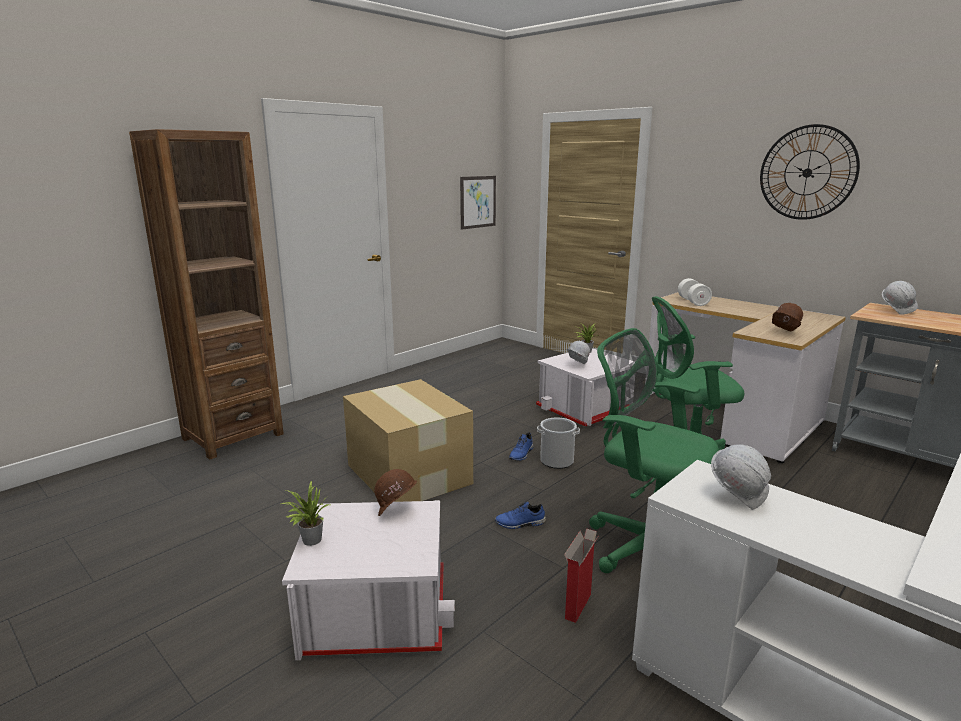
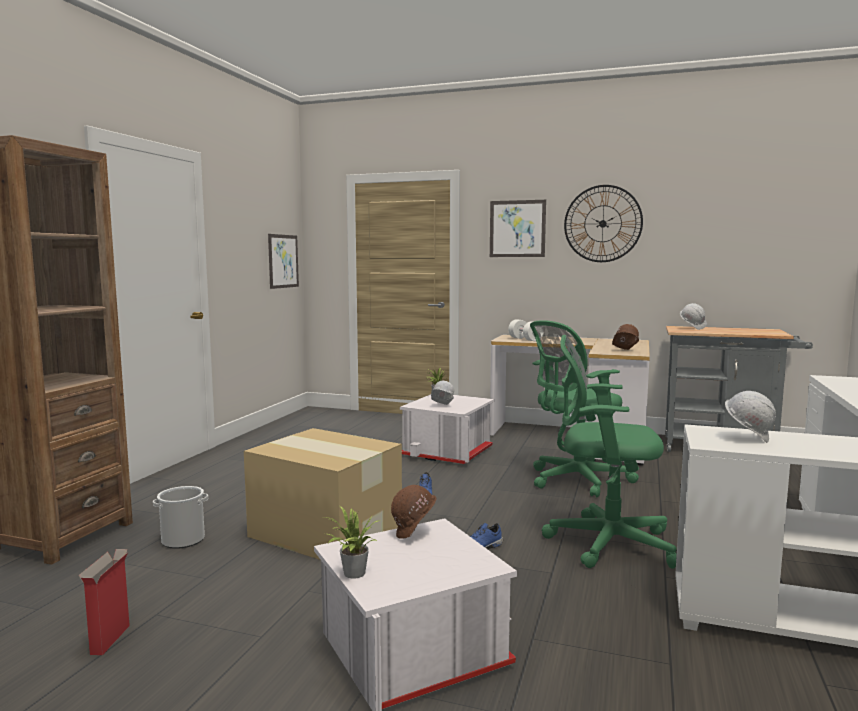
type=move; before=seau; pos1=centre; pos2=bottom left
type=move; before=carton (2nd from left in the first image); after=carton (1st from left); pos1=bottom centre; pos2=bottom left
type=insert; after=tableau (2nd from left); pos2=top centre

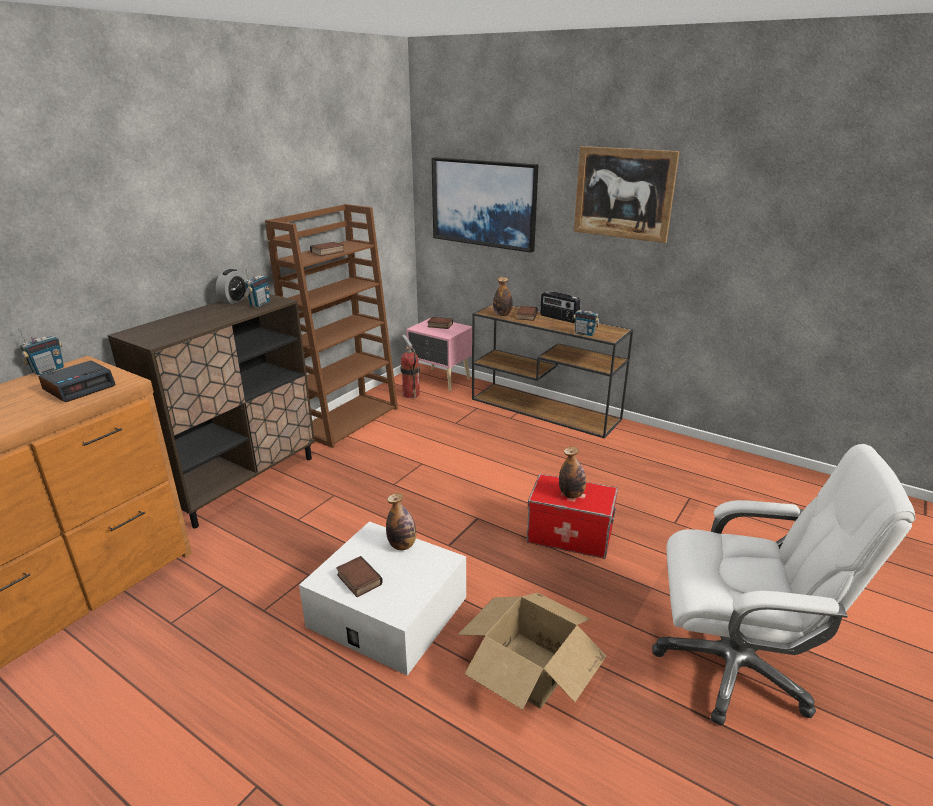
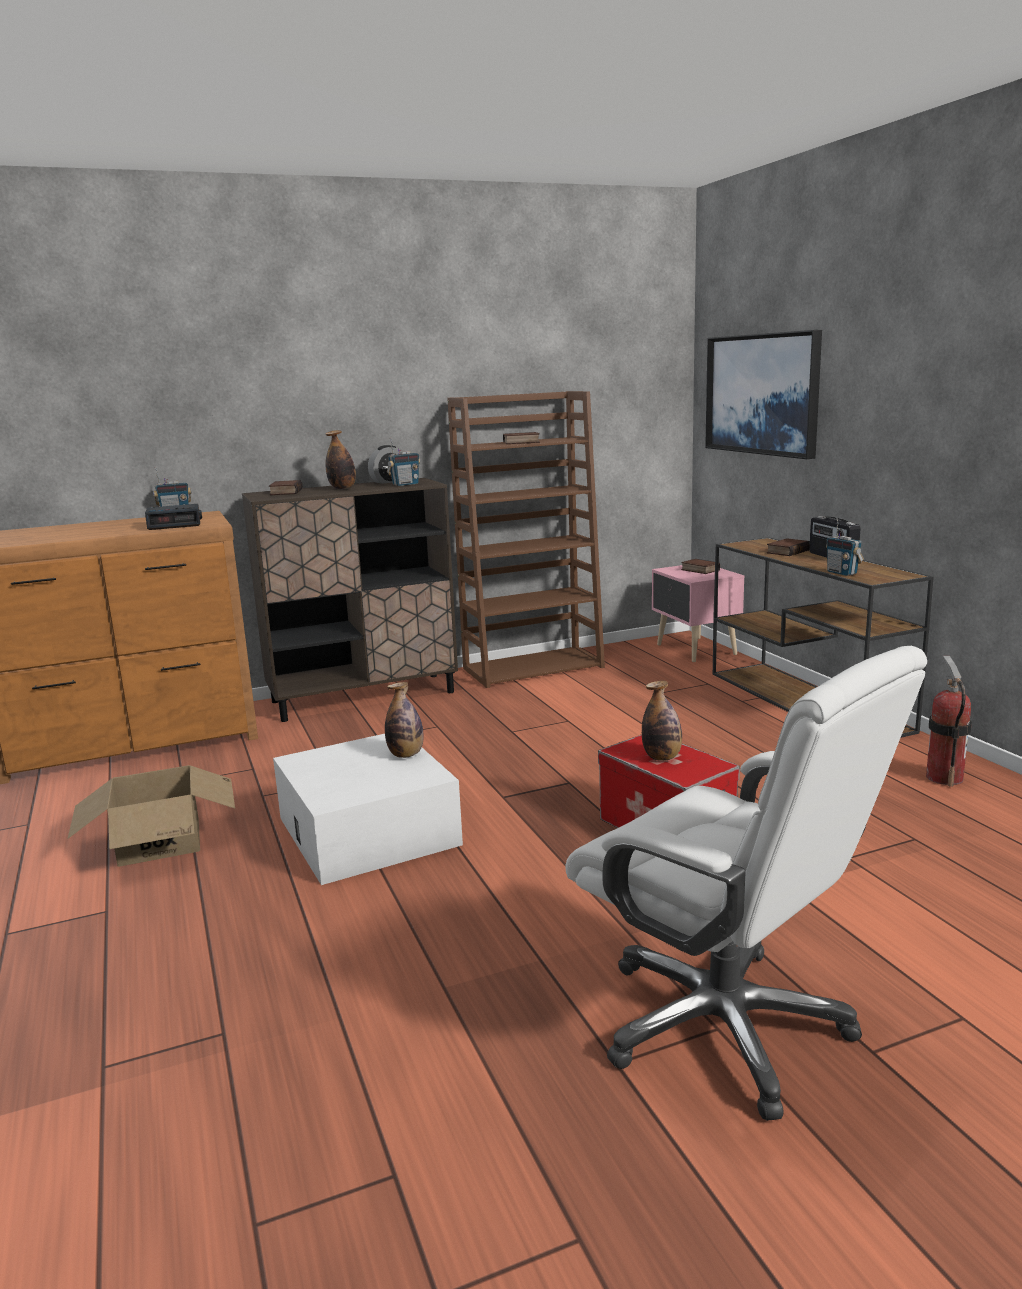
type=move; before=livre (2nd from left in the first image); after=livre (1st from left); pos1=bottom centre; pos2=middle left
type=move; before=extincteur; pos1=centre; pos2=middle right
type=move; before=carton; pos1=bottom centre; pos2=middle left
type=move; before=bouteille (2nd from left in the first image); after=bouteille (1st from left); pos1=centre; pos2=middle left
type=delete; before=tableau (2nd from left); pos1=top right

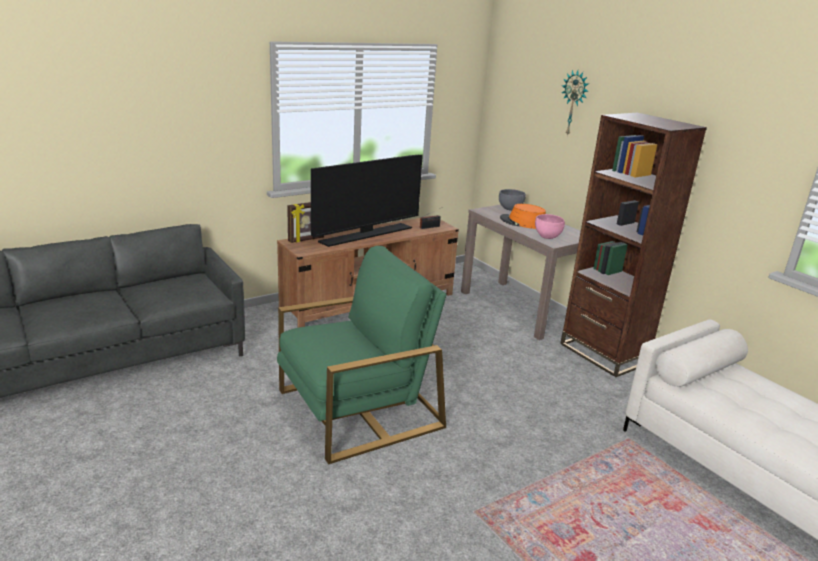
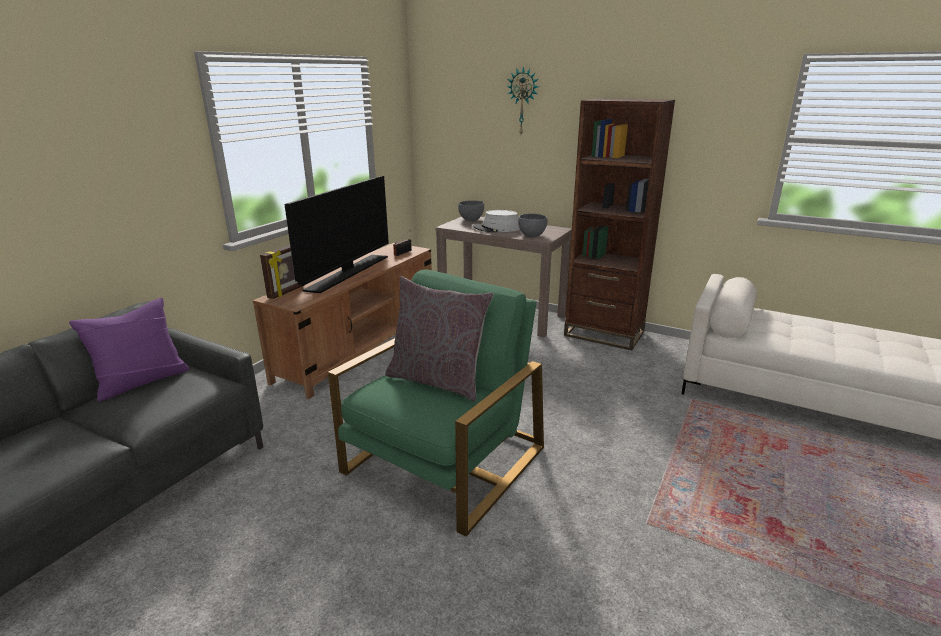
type=recolor; before=chapeau (orange); after=chapeau (gris); pos1=centre; pos2=centre
type=recolor; before=bol (rose); after=bol (gris) (2nd from left); pos1=middle right; pos2=centre
type=insert; after=coussin (violet); pos2=middle left
type=insert; after=coussin (gris); pos2=centre

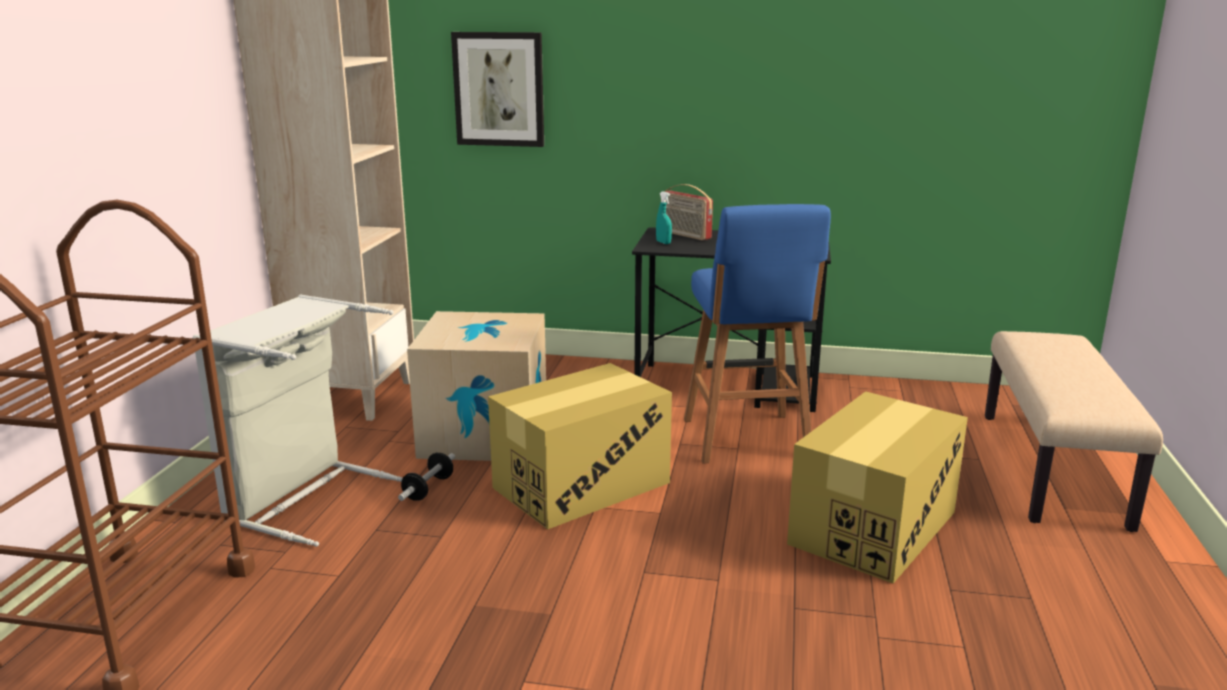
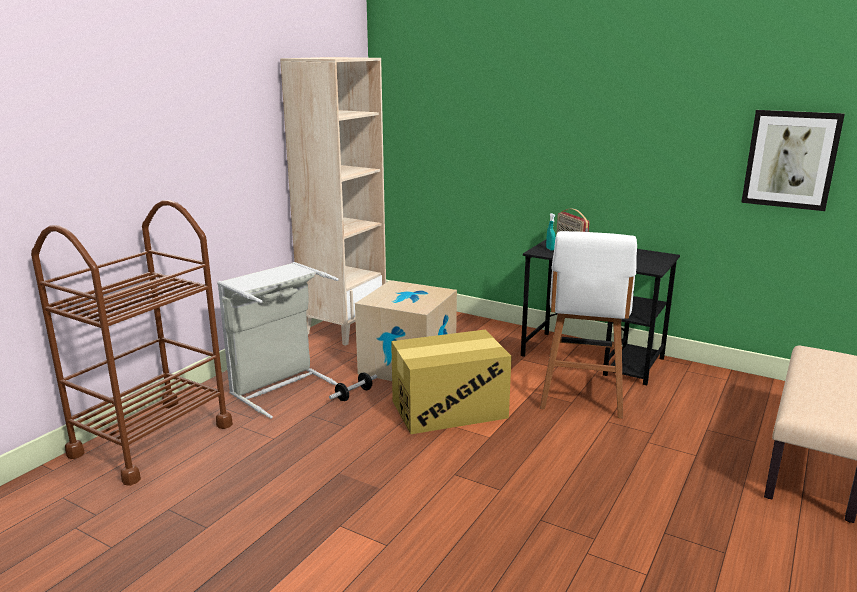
type=move; before=tableau; pos1=top centre; pos2=top right
type=recolor; before=tabouret (bleu); after=tabouret (blanc); pos1=centre; pos2=middle right
type=delete; before=carton (3rd from left); pos1=bottom right

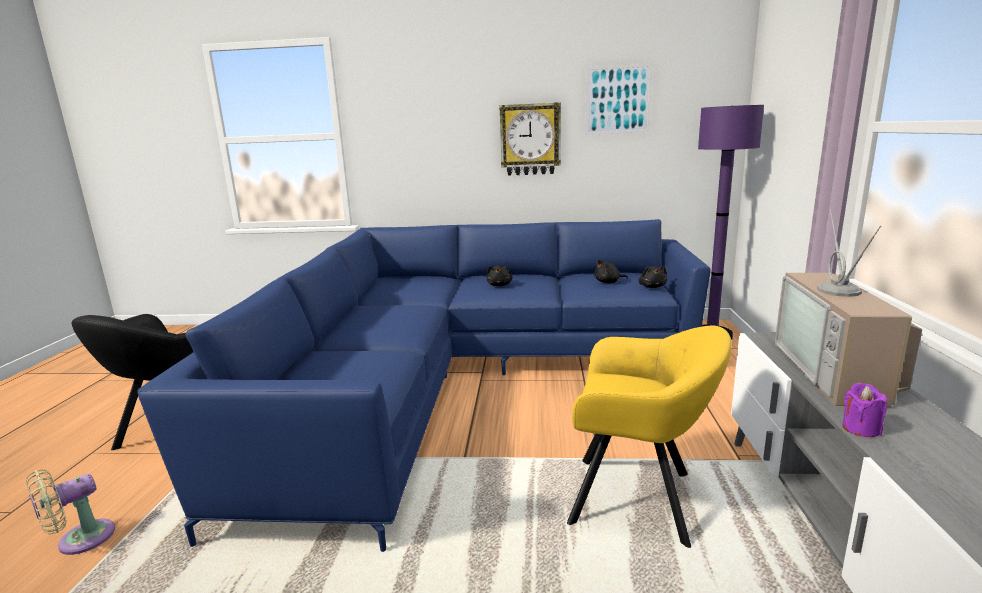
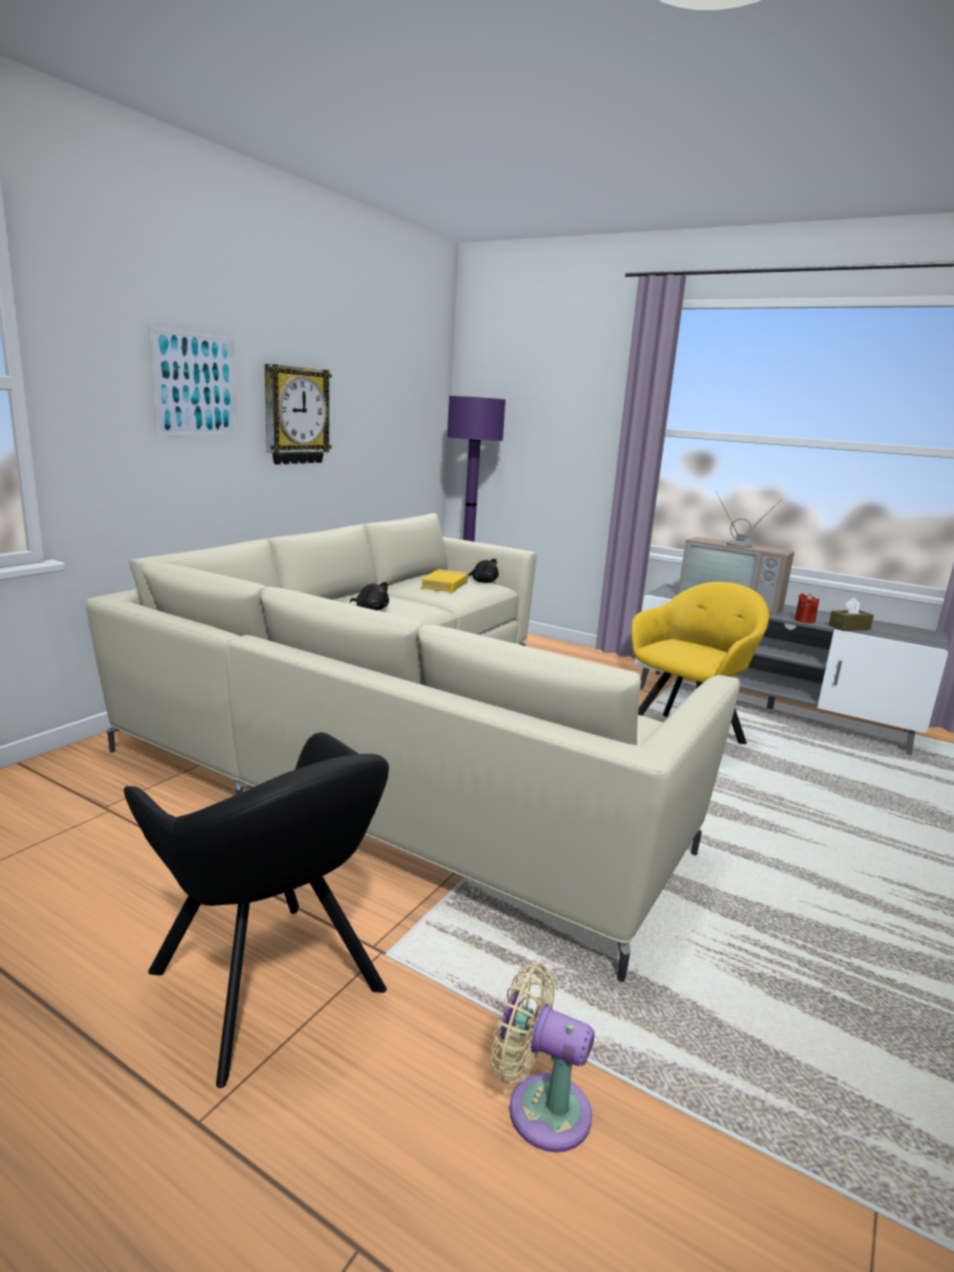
type=rotate; before=ventilateur (beige); pos1=bottom left; pos2=bottom centre; turn=135
type=recolor; before=canapé (bleu); after=canapé (beige); pos1=centre; pos2=centre
type=move; before=tableau; pos1=top centre; pos2=top left
type=replace; before=peluche (noir) (2nd from left); after=livre (jaune); pos1=centre; pos2=centre
type=recolor; before=bougie (violet); after=bougie (rouge); pos1=bottom right; pos2=middle right
type=insert; after=boîte à mouchoirs (marron); pos2=middle right

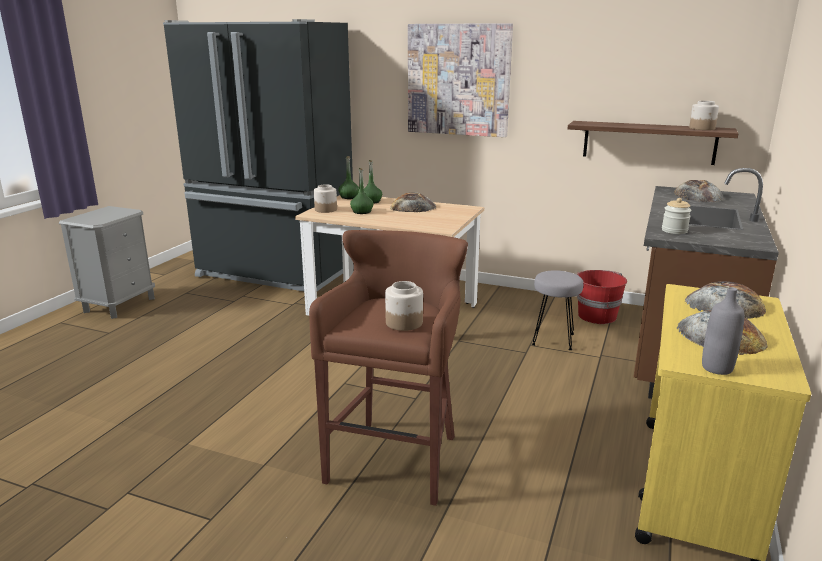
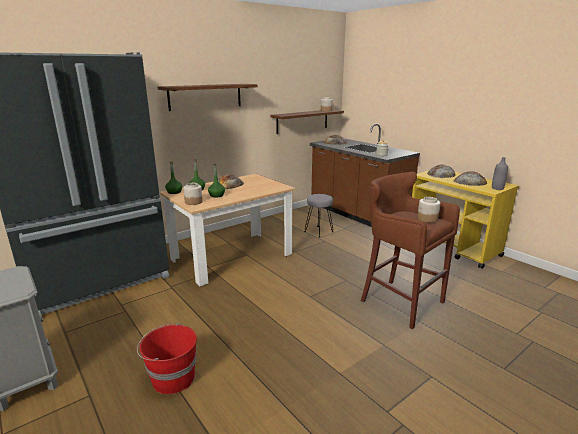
type=replace; before=tableau; after=étagère (1st from left); pos1=top centre; pos2=top centre
type=move; before=seau (rouge); pos1=middle right; pos2=bottom left

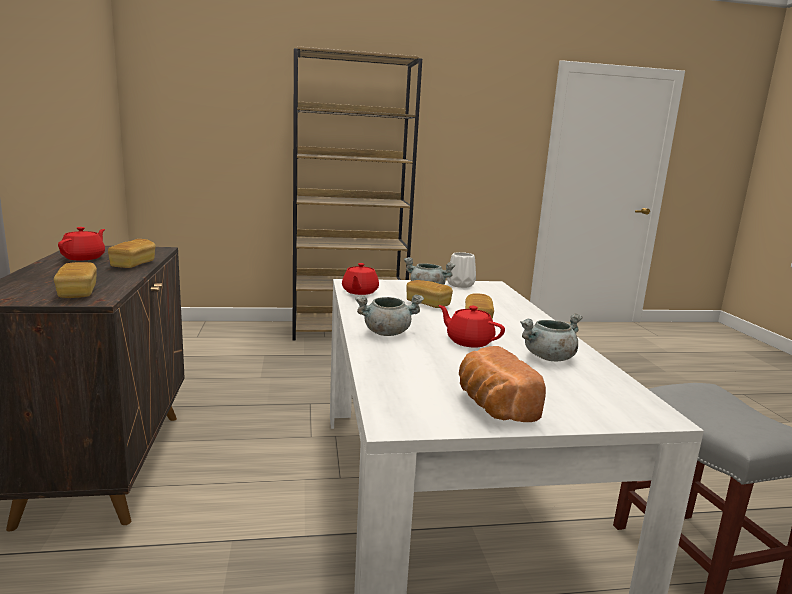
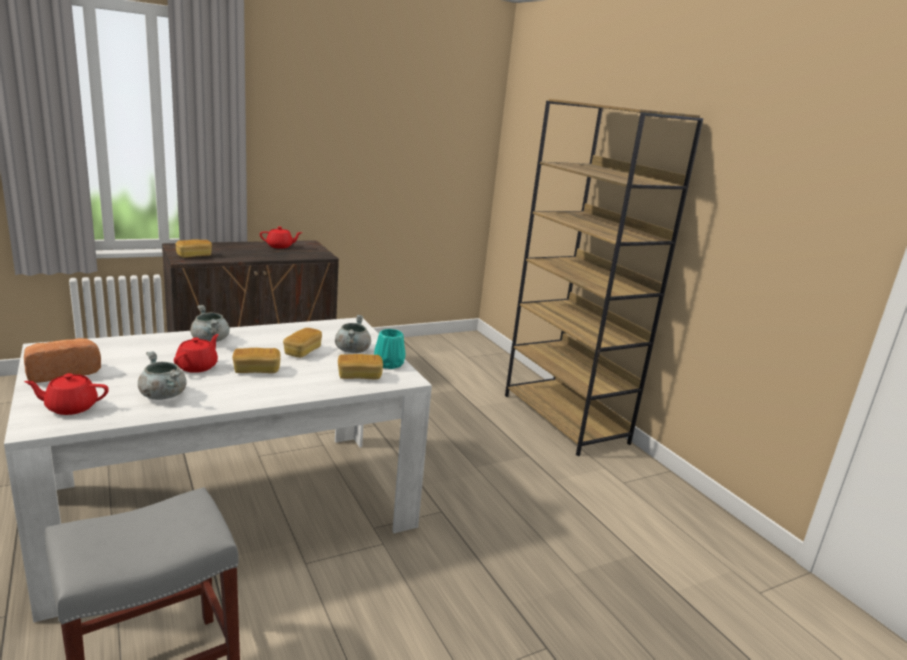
type=move; before=pain (2nd from left in the first image); after=pain (5th from left); pos1=middle left; pos2=centre
type=move; before=théière (rouge) (2nd from left in the first image); after=théière (rouge) (1st from left); pos1=centre; pos2=middle left
type=recolor; before=vase (blanc); after=vase (turquoise); pos1=centre; pos2=centre

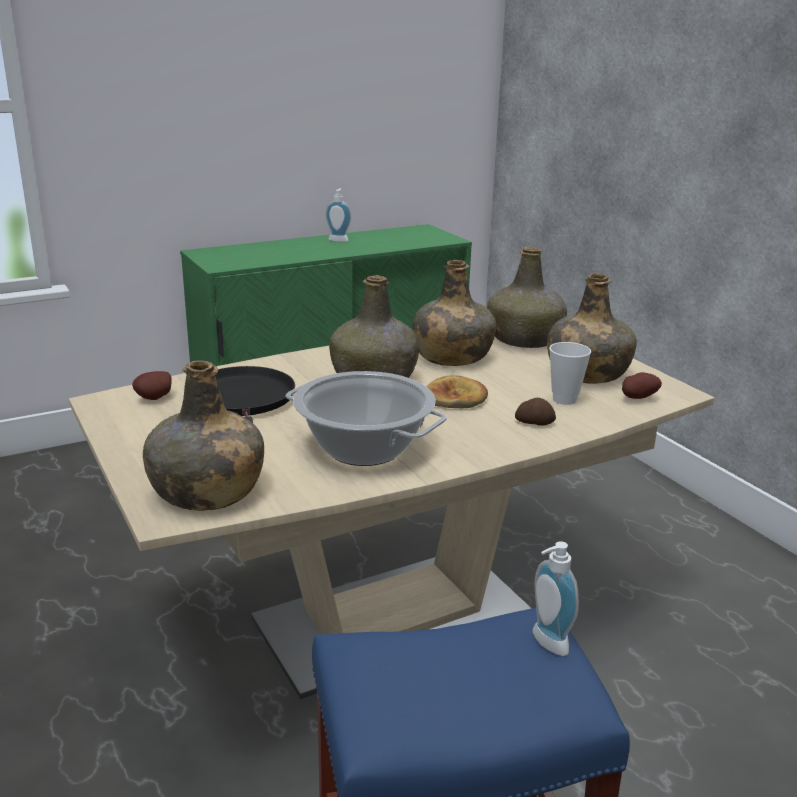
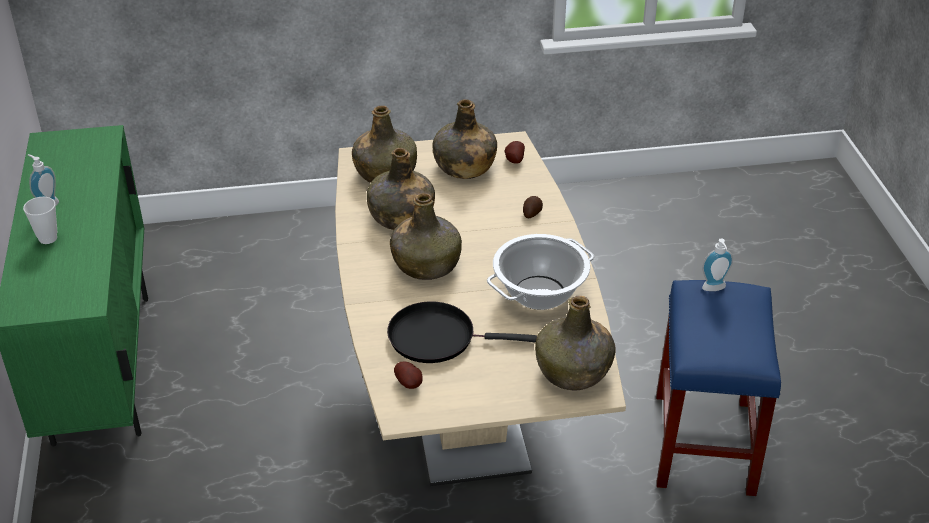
type=delete; before=pain; pos1=centre
type=move; before=tasse; pos1=middle right; pos2=middle left

